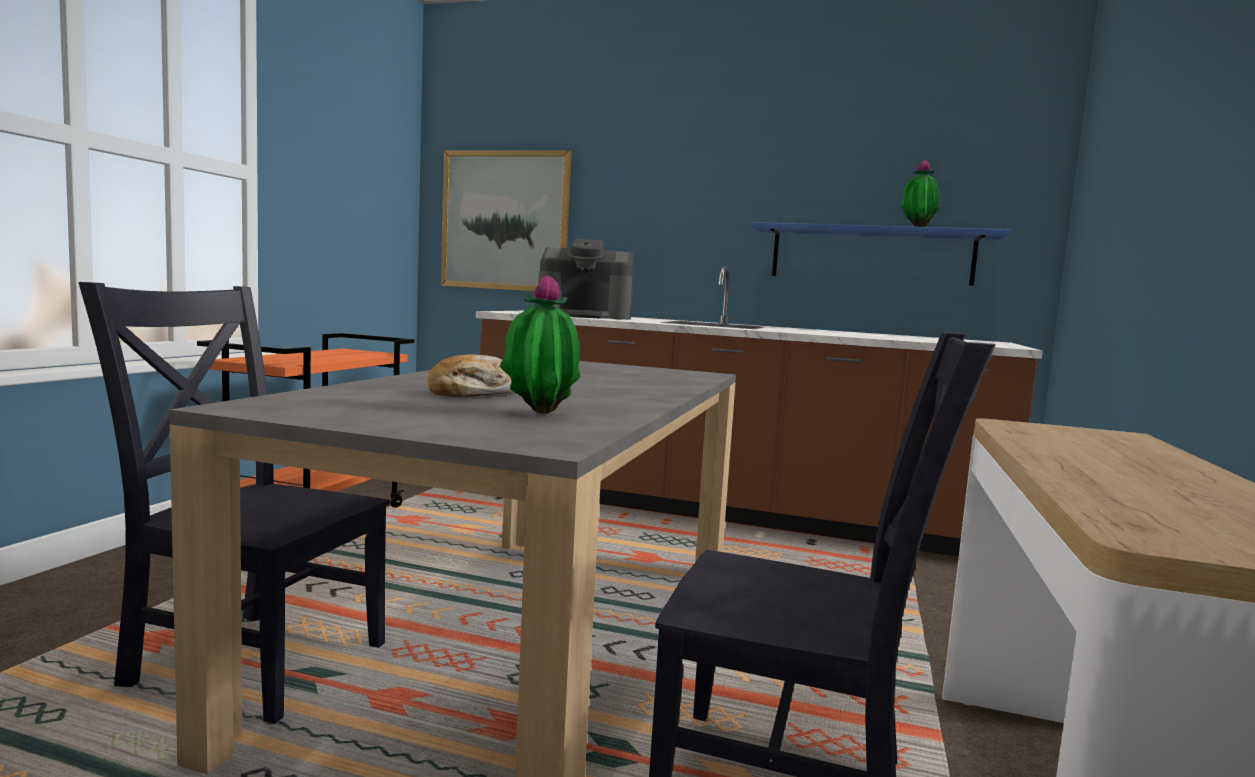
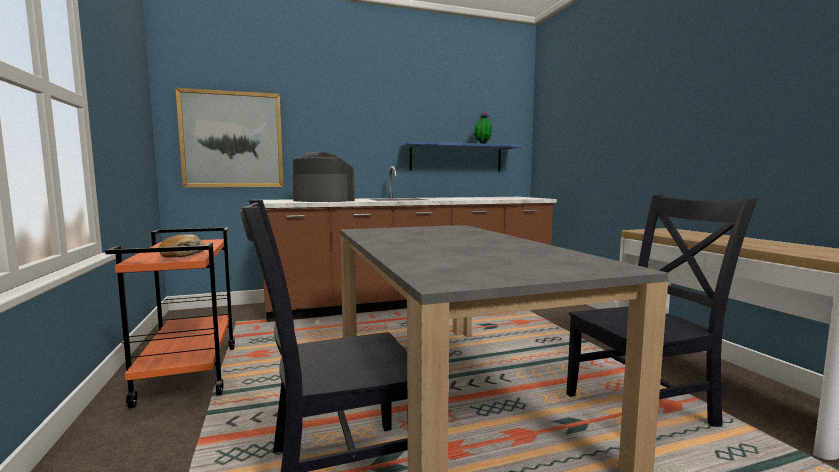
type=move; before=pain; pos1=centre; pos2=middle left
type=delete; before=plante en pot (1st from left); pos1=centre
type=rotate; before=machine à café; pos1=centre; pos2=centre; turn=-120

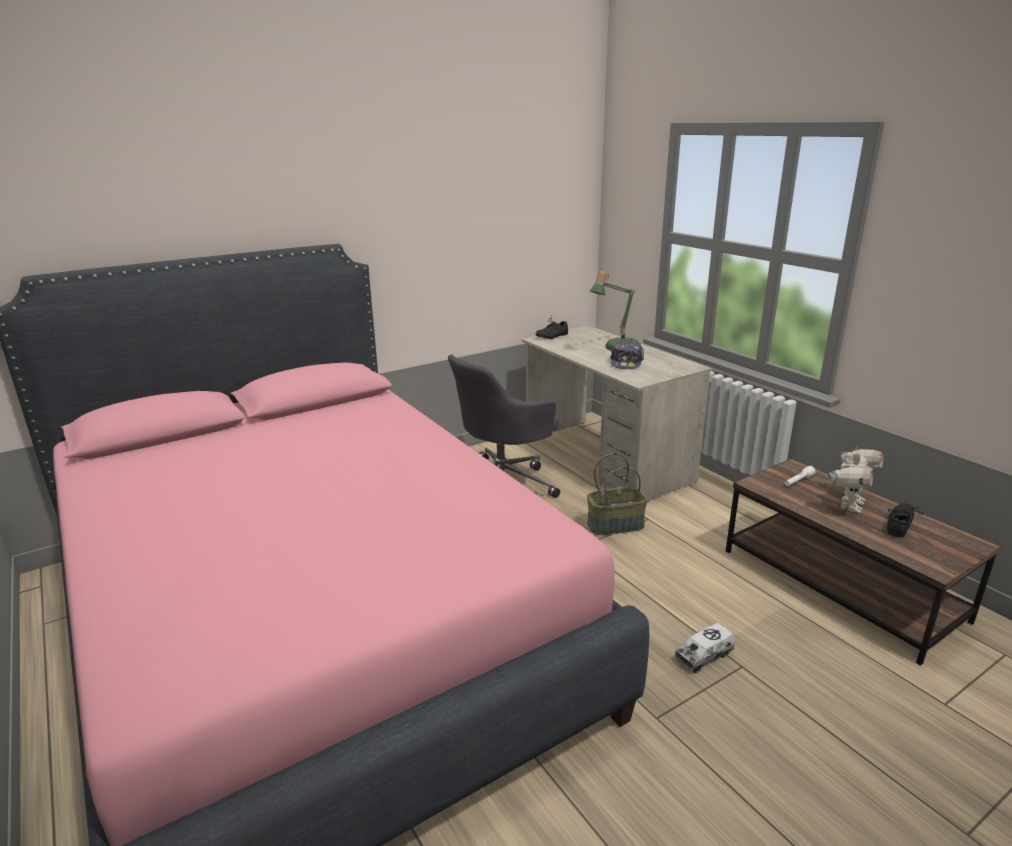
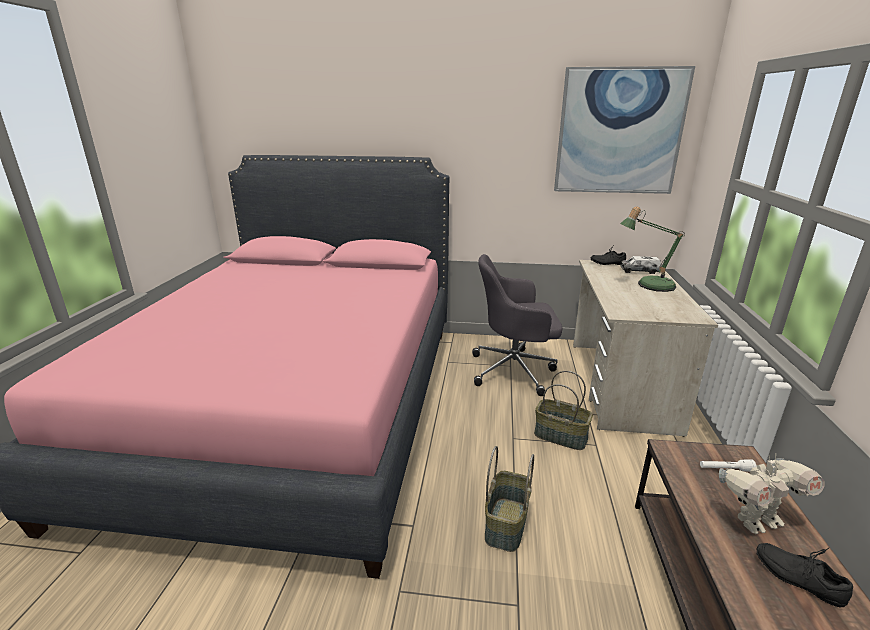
type=delete; before=casquette; pos1=centre
type=move; before=camion jouet; pos1=bottom right; pos2=middle right
type=rotate; before=chaussure (noir) (2nd from left); pos1=middle right; pos2=bottom right; turn=-120
type=insert; after=panier (1st from left); pos2=bottom centre
type=insert; after=tableau; pos2=top right

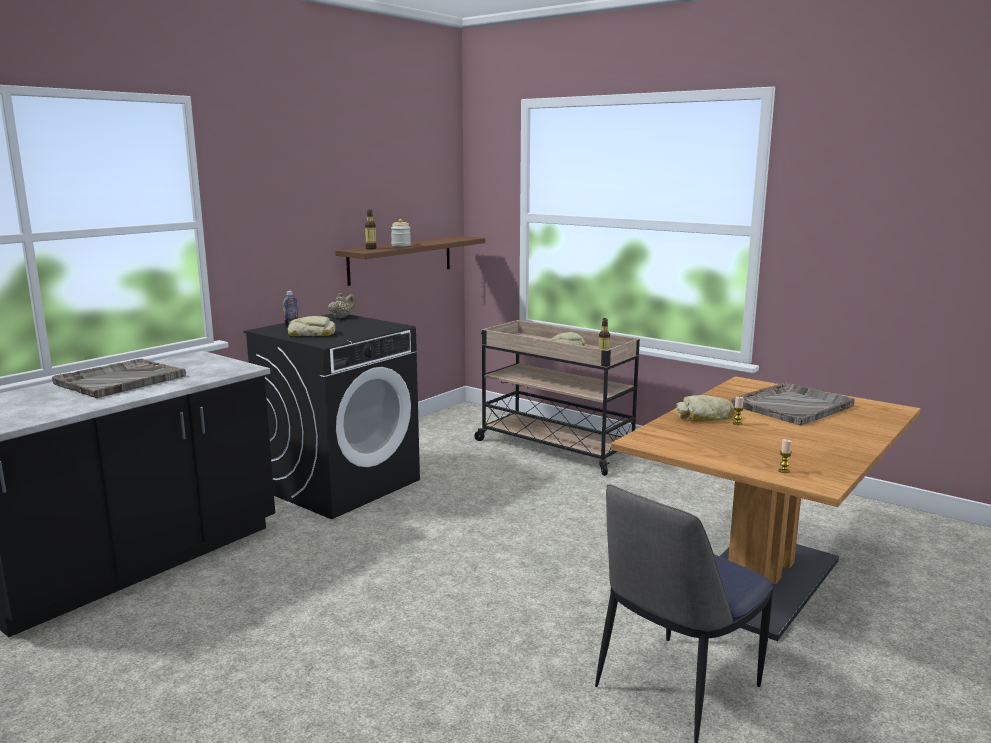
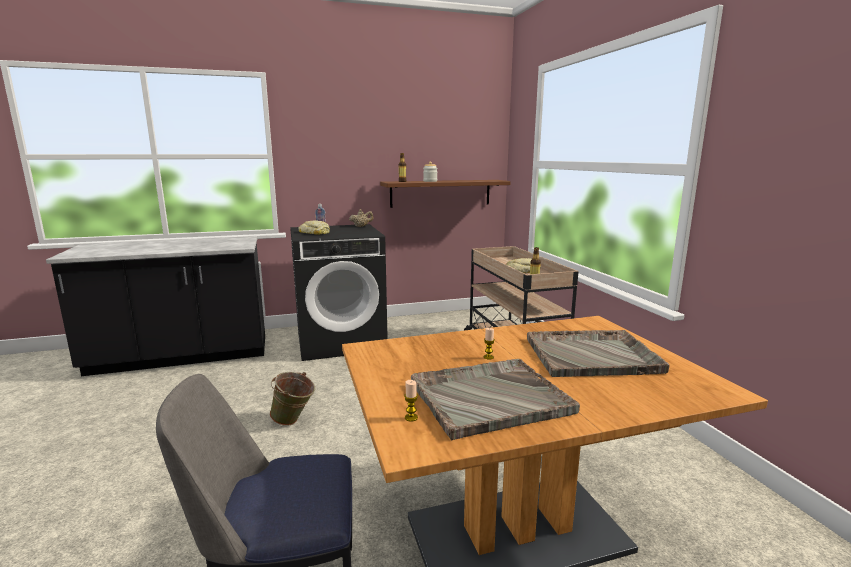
type=move; before=plateau (gris) (1st from left); pos1=middle left; pos2=bottom centre
type=delete; before=pain (3rd from left); pos1=middle right
type=insert; after=seau (vert); pos2=bottom centre

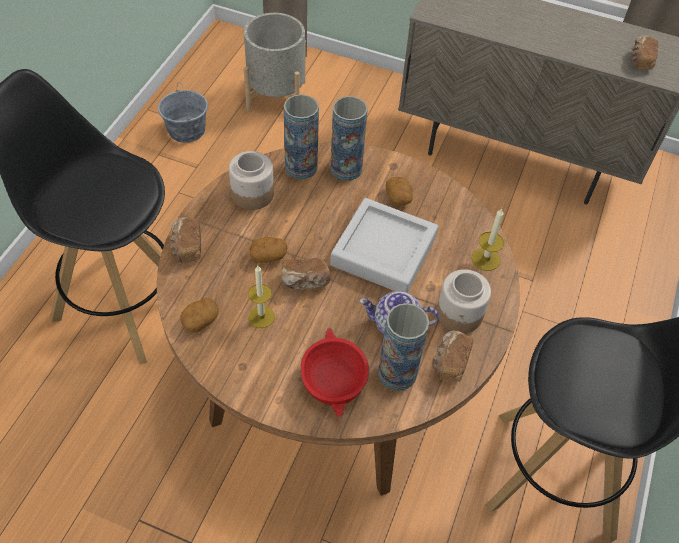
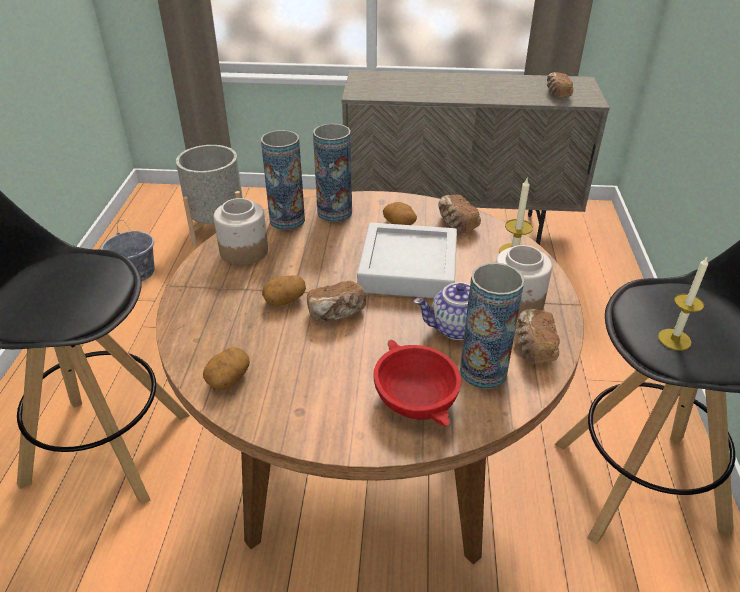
type=move; before=pain (1st from left in the first image); after=pain (2nd from left); pos1=middle left; pos2=centre
type=move; before=bougie (1st from left in the first image); after=bougie (2nd from left); pos1=centre; pos2=middle right

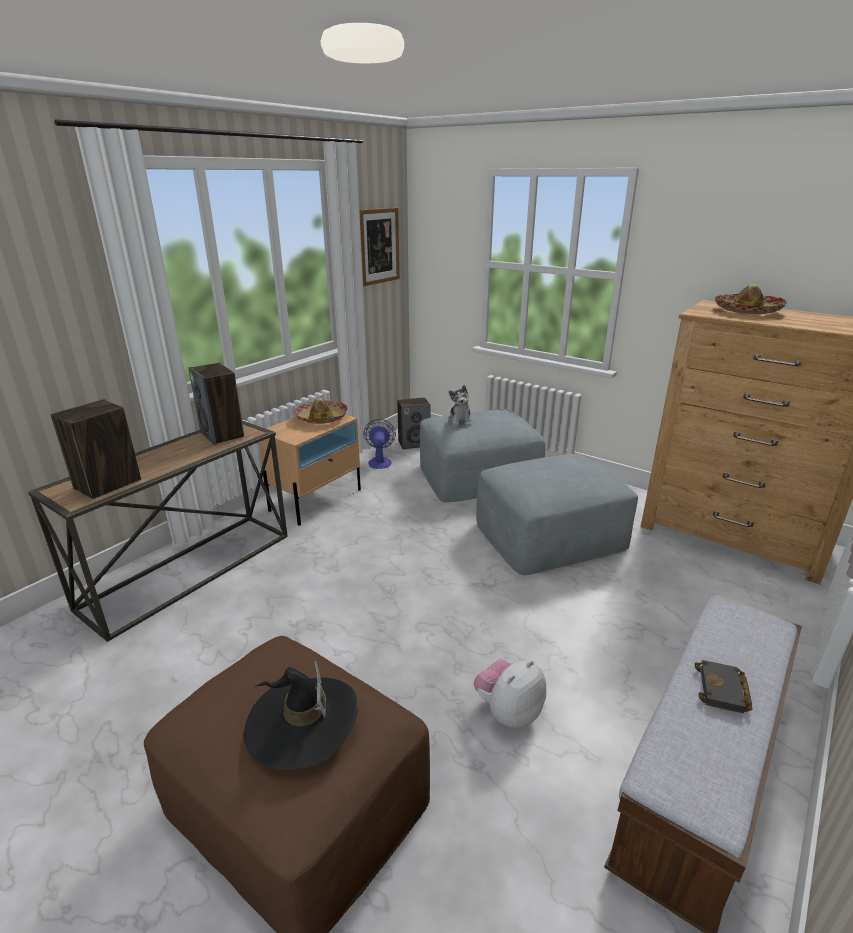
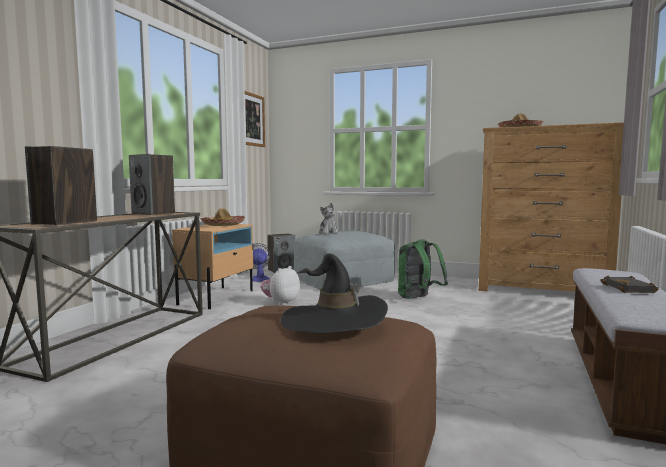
type=move; before=peluche (2nd from left in the first image); after=peluche (1st from left); pos1=bottom centre; pos2=centre
type=replace; before=pouf (gris) (2nd from left); after=sac à dos (vert); pos1=centre; pos2=centre

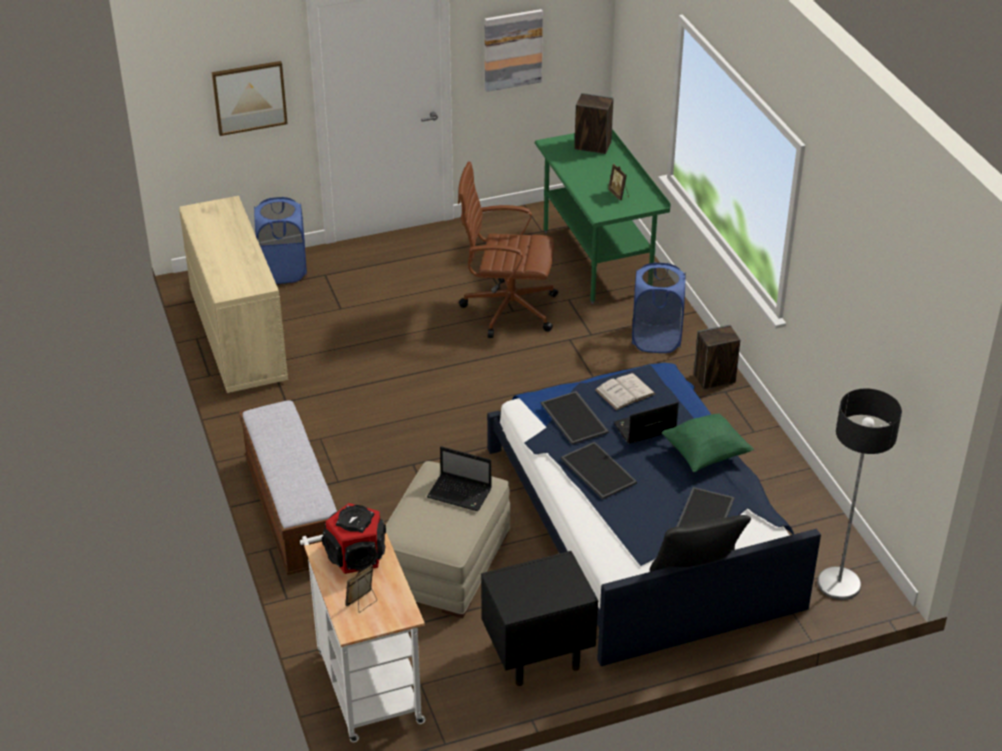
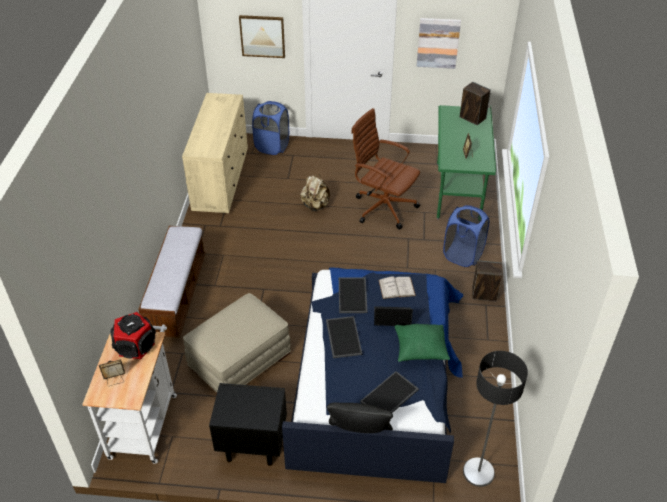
type=delete; before=ordinateur portable (1st from left); pos1=centre
type=insert; after=sac à dos (beige); pos2=centre

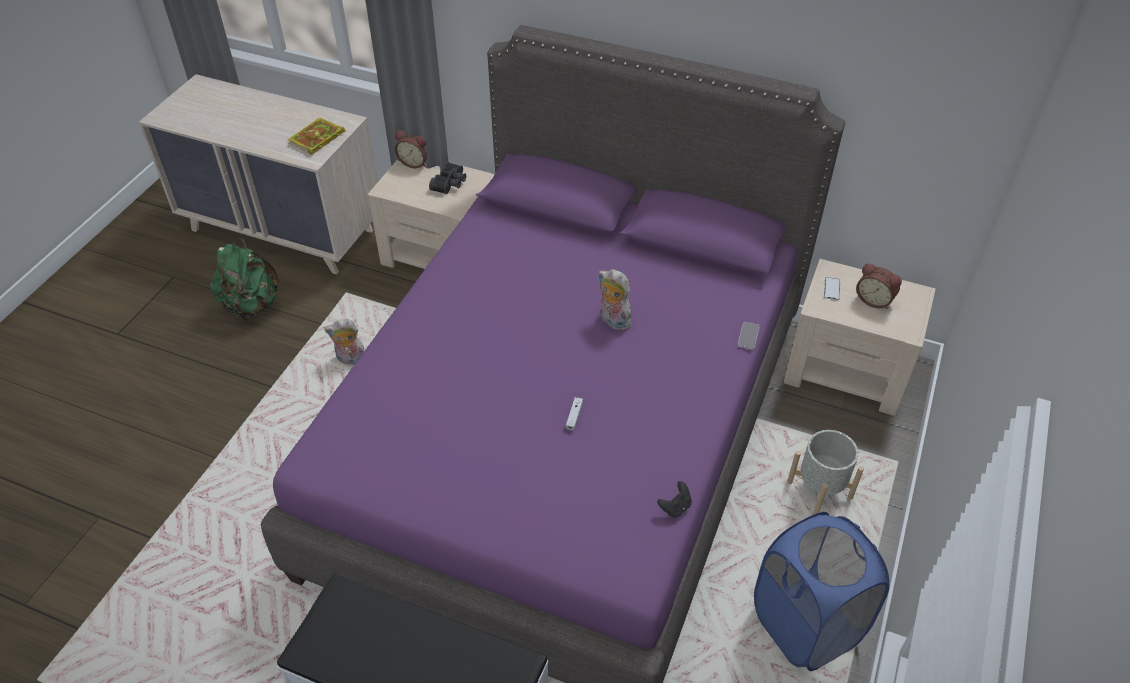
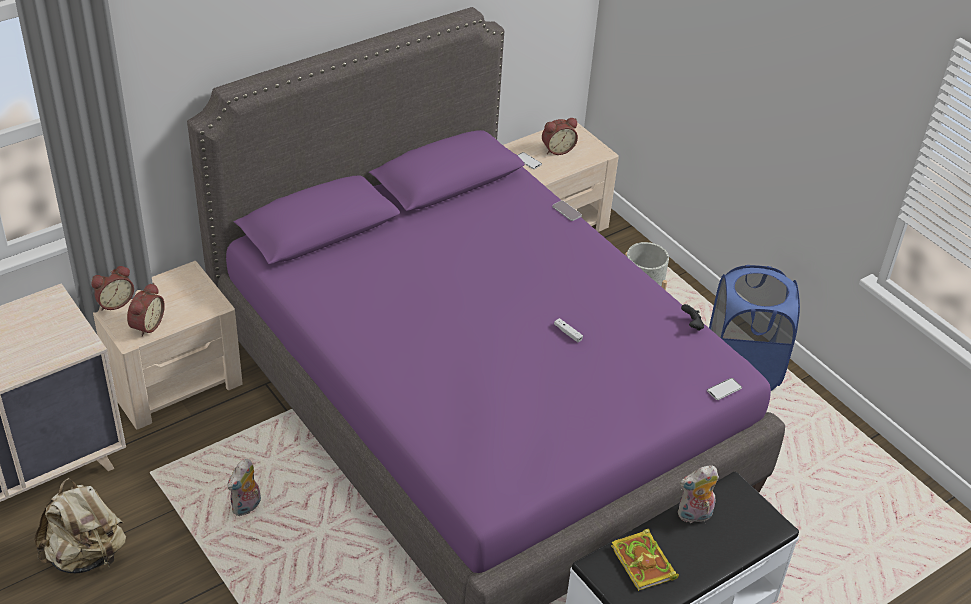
type=recolor; before=sac à dos (vert); after=sac à dos (beige); pos1=middle left; pos2=bottom left
type=move; before=livre; pos1=top left; pos2=bottom centre
type=delete; before=jumelles (noir); pos1=top centre
type=move; before=peluche (2nd from left); pos1=centre; pos2=bottom right
type=insert; after=réveil (2nd from left); pos2=middle left
type=insert; after=téléphone (3rd from left); pos2=middle right

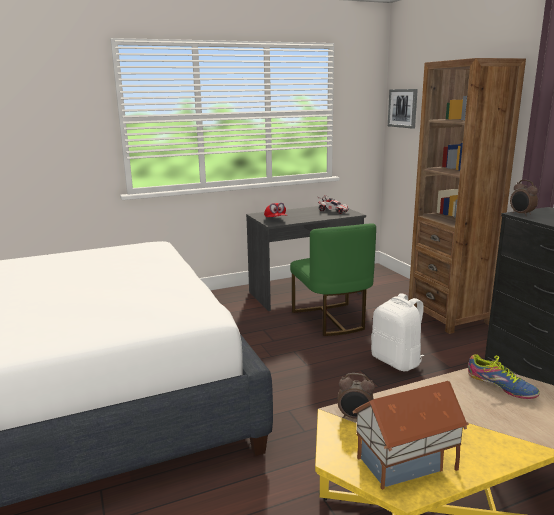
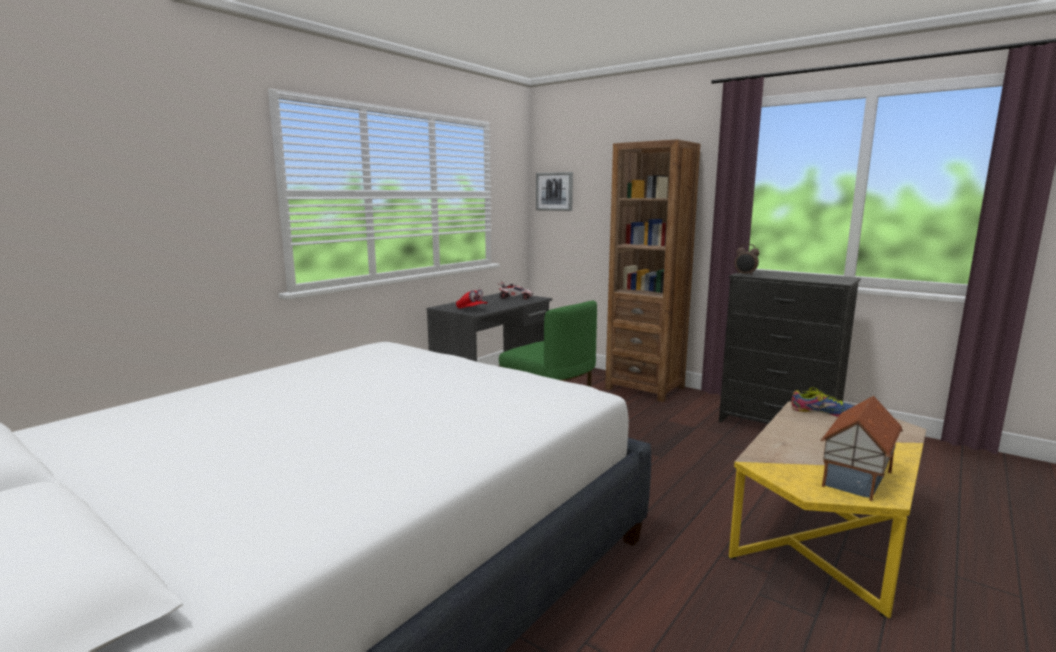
type=delete; before=réveil (1st from left); pos1=bottom centre
type=delete; before=sac à dos (blanc); pos1=middle right

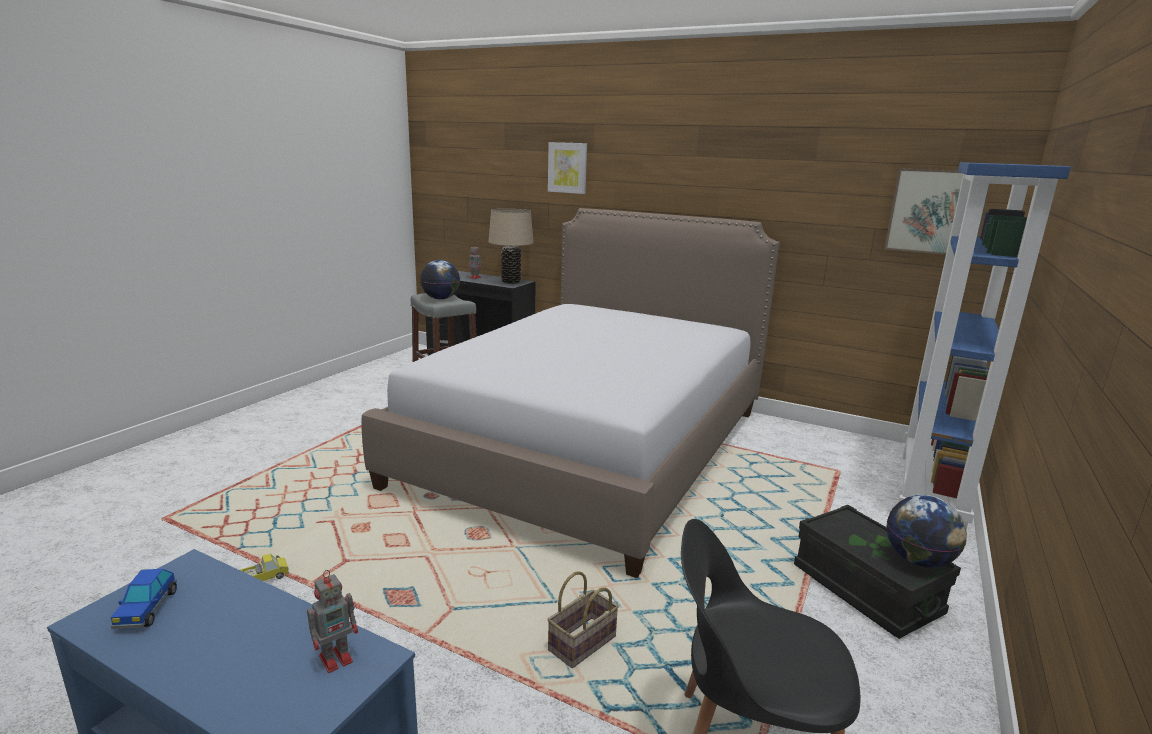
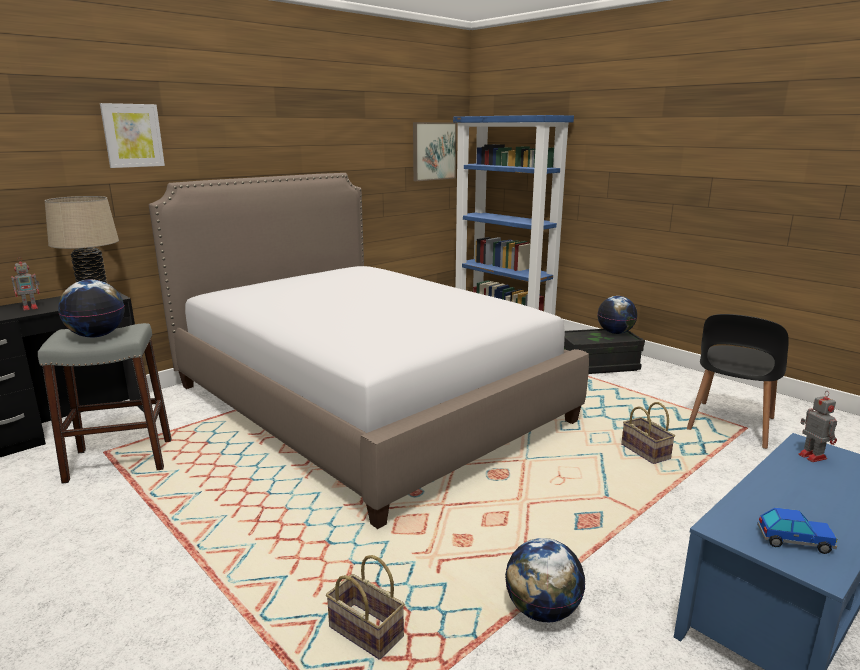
type=replace; before=camion jouet; after=globe (2nd from left); pos1=bottom left; pos2=bottom centre
type=insert; after=panier (1st from left); pos2=bottom centre

